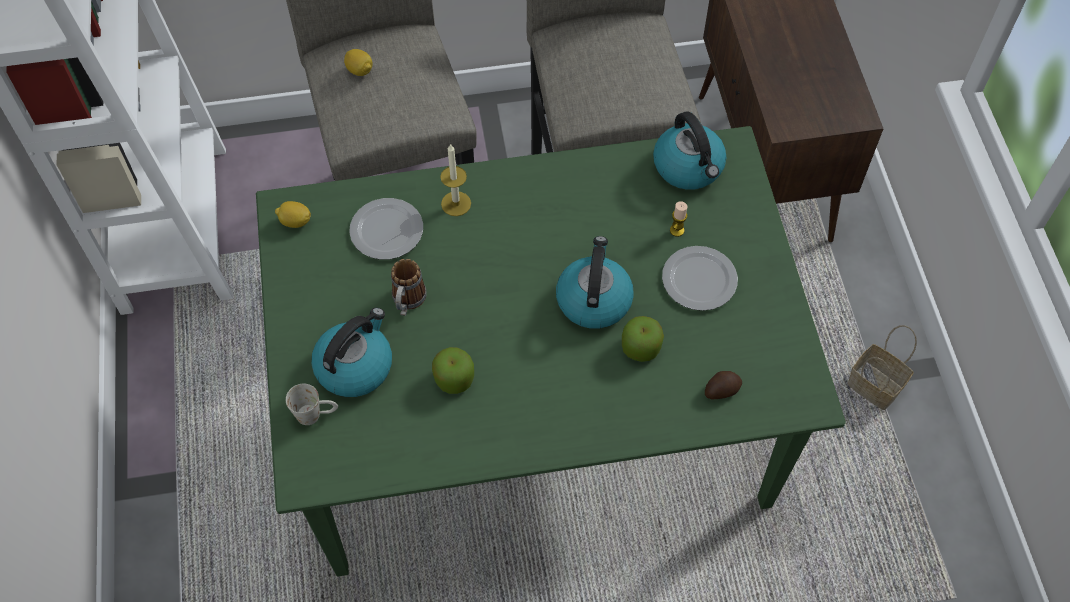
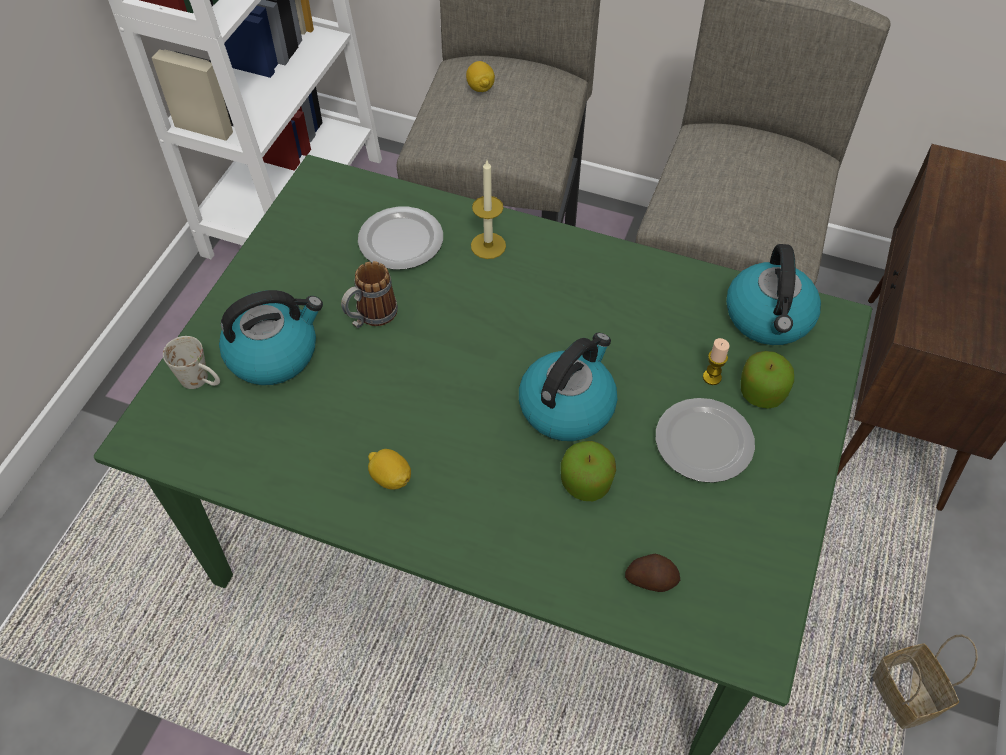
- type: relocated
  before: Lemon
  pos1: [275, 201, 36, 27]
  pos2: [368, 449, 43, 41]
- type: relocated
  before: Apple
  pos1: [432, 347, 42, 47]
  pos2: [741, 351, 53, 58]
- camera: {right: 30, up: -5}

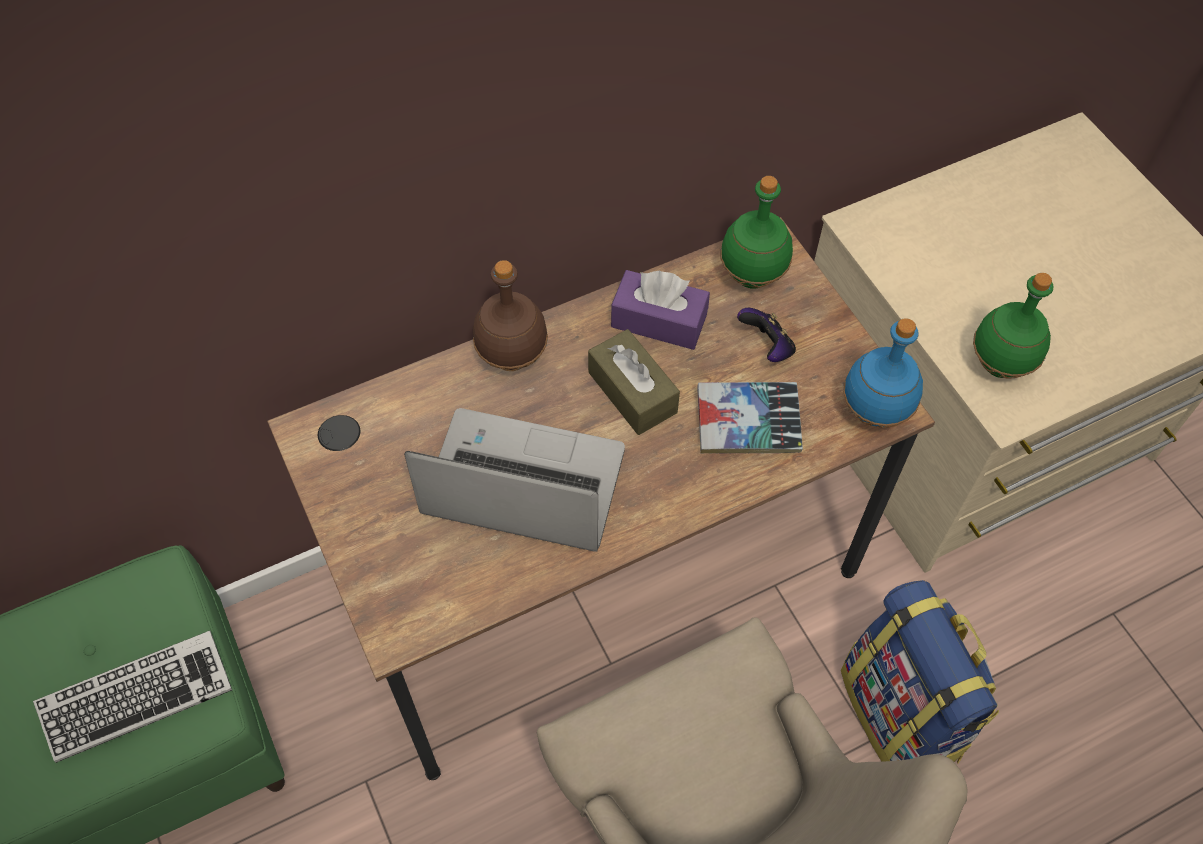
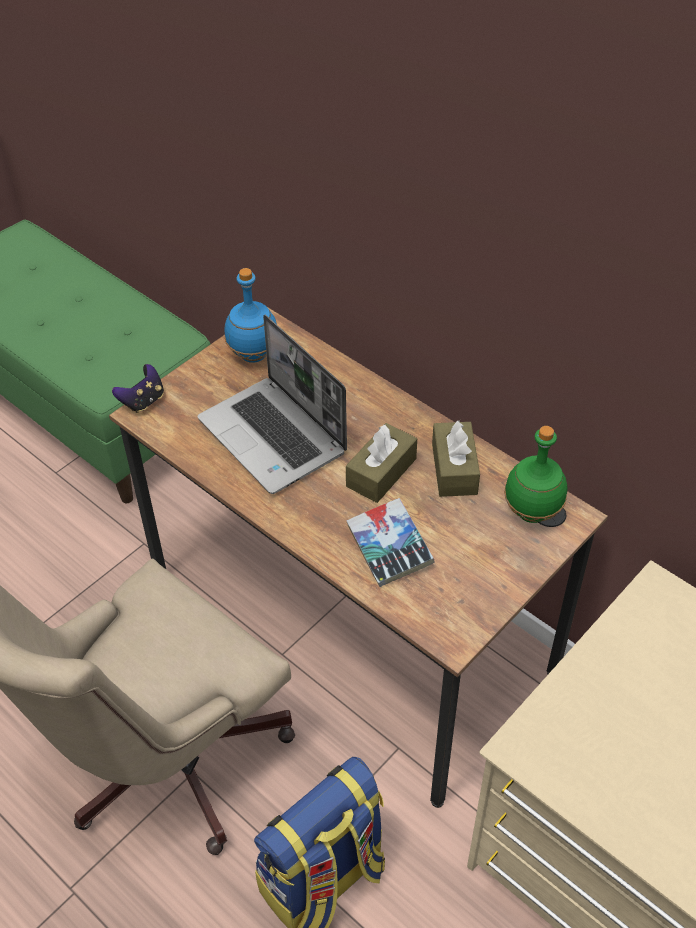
- type: missing
  before: ComputerKeyboard
  pos1: [33, 631, 199, 132]
- type: missing
  before: BrownColouredBeverageBottle
  pos1: [473, 260, 75, 111]
- type: missing
  before: GreenColouredBeverageBottle
  pos1: [973, 273, 80, 106]
- type: relocated
  before: GameController
  pos1: [737, 308, 59, 54]
  pos2: [112, 364, 52, 49]
- type: relocated
  before: BlueColouredBeverageBottle
  pos1: [843, 318, 80, 110]
  pos2: [224, 268, 53, 95]
- type: colour
  before: PurplishTissueBox
  after: BrownColouredTissueBox
  pos1: [611, 270, 99, 80]
  pos2: [432, 420, 48, 77]
- type: spun
  before: NotebookComputer
  pos1: [404, 408, 221, 144]
  pos2: [198, 315, 149, 179]
  turn: 150
- camera: {right: 70, up: -10}

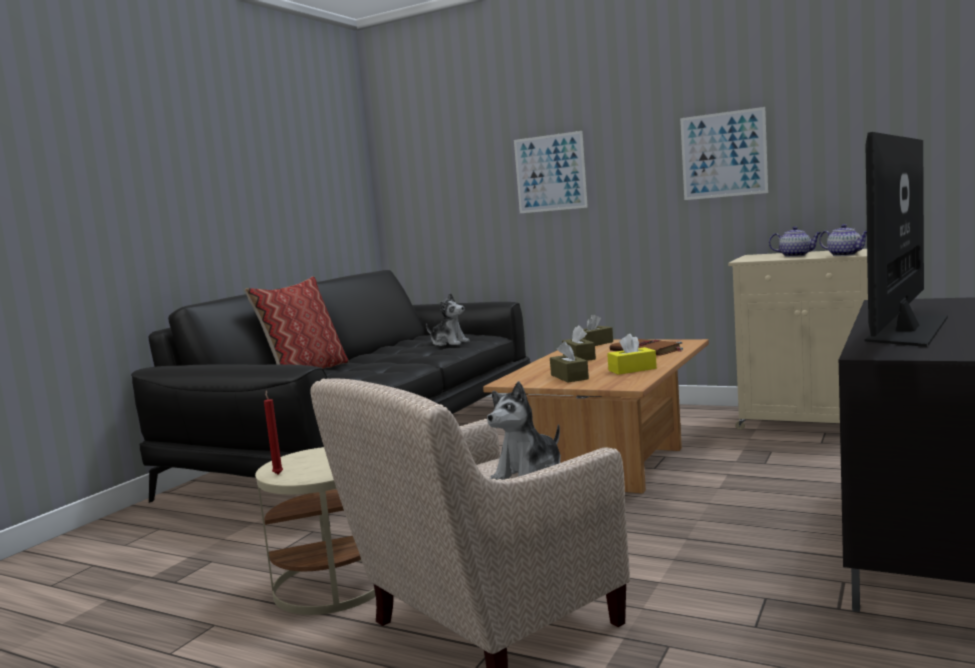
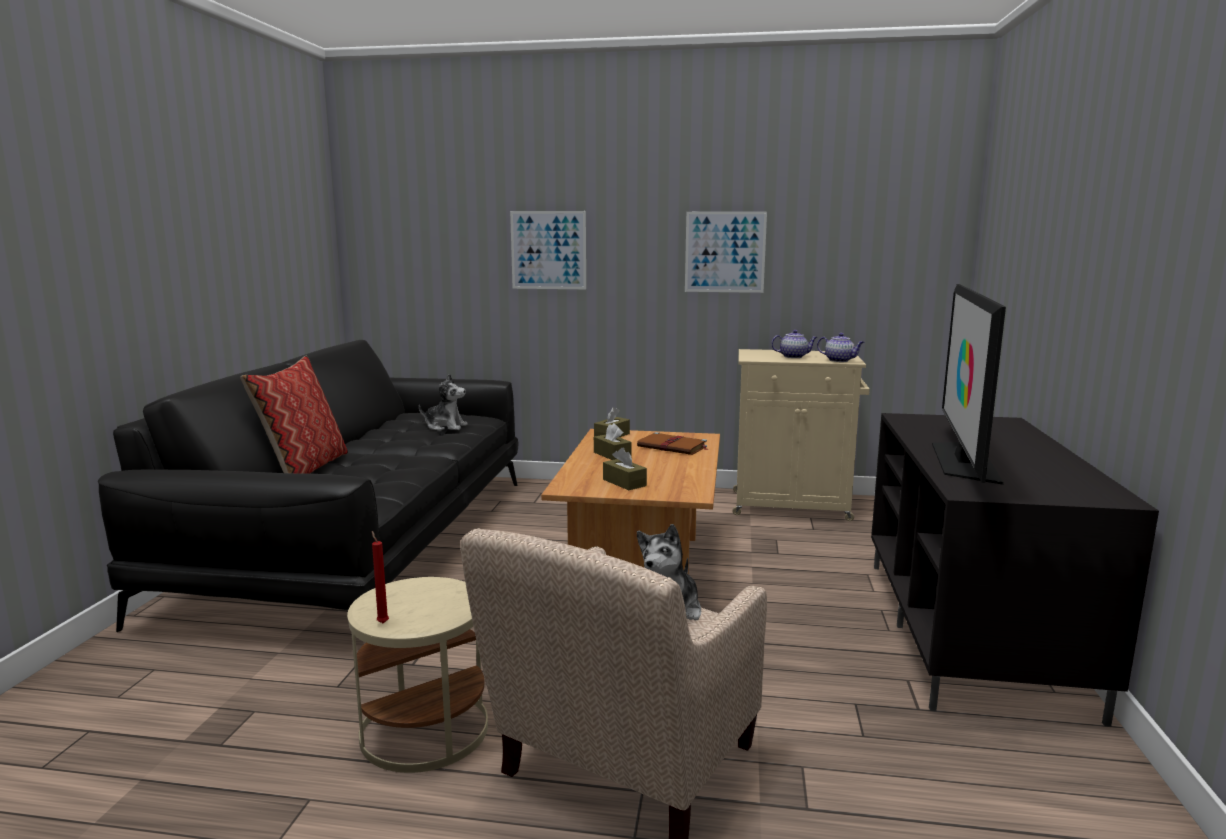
- type: missing
  before: YellowTissueBox
  pos1: [607, 334, 50, 41]
- camera: {right: -20, up: 5}

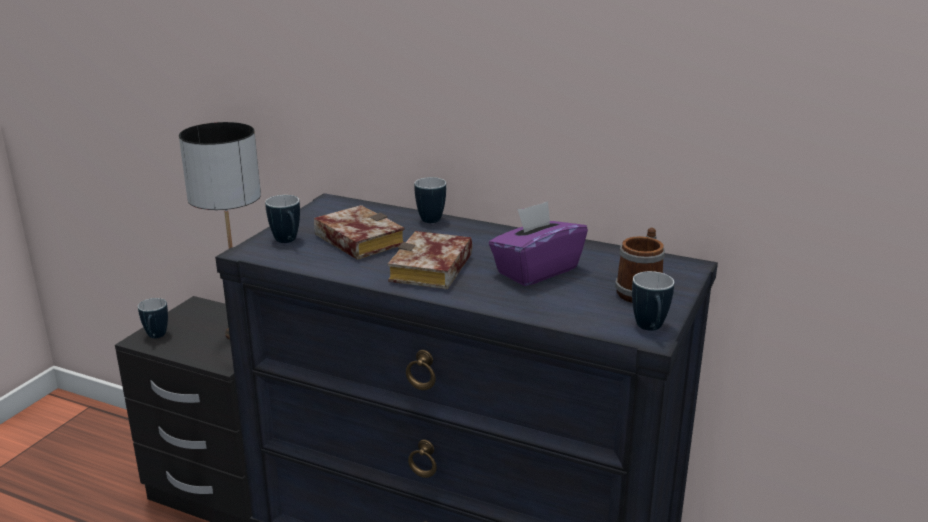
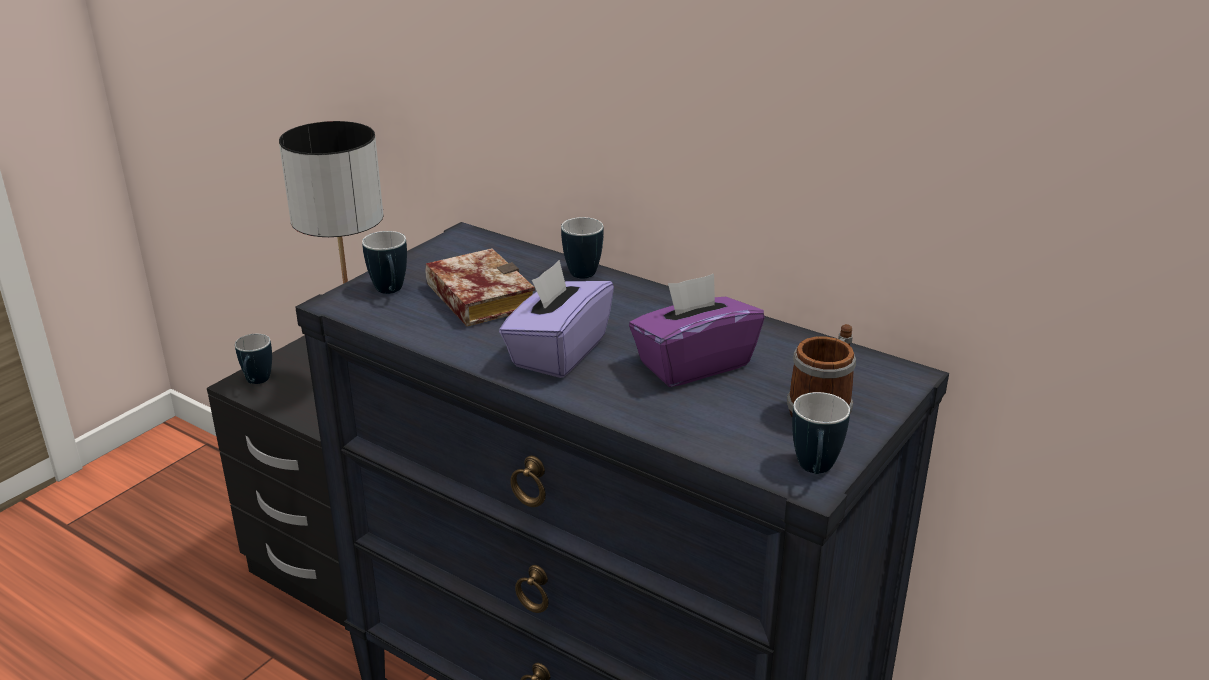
- type: exchanged
  before: Volume
  after: PurplishTissueBox
  pos1: [388, 231, 84, 58]
  pos2: [499, 260, 115, 118]
- camera: {right: 10, up: 5}

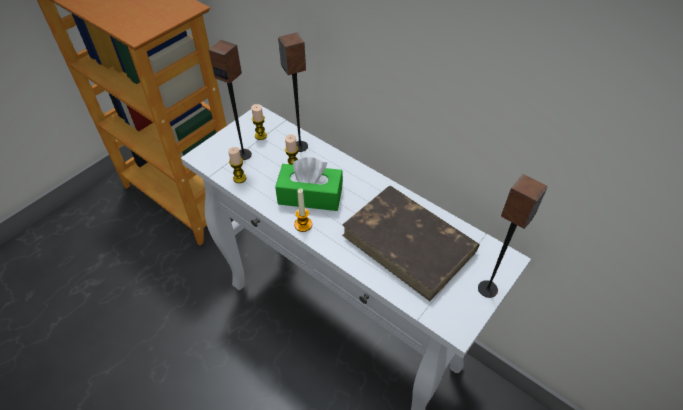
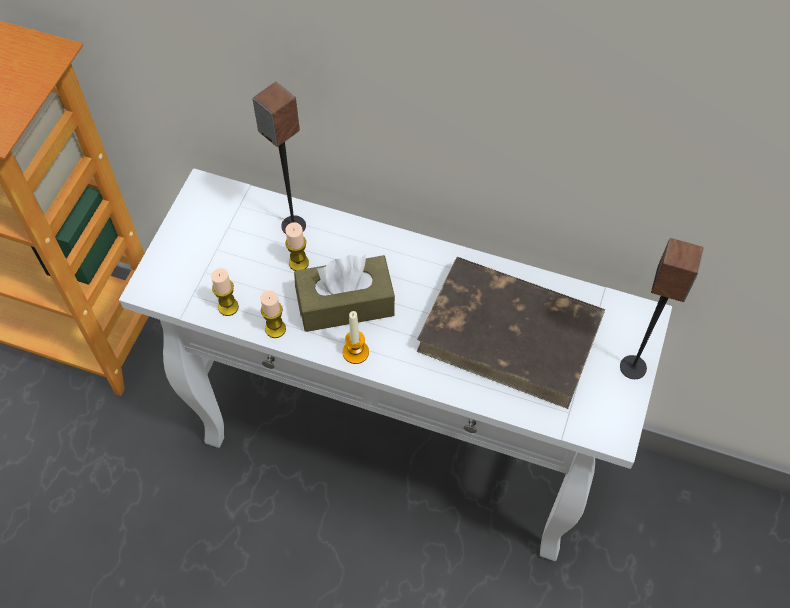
- type: missing
  before: Speaker
  pos1: [209, 40, 43, 120]
- type: relocated
  before: WaxLight
  pos1: [251, 104, 16, 36]
  pos2: [260, 291, 26, 47]
- type: colour
  before: GreenColouredTissueBox
  after: BrownColouredTissueBox
  pos1: [275, 157, 68, 54]
  pos2: [294, 254, 101, 78]
- camera: {right: -20, up: 10}

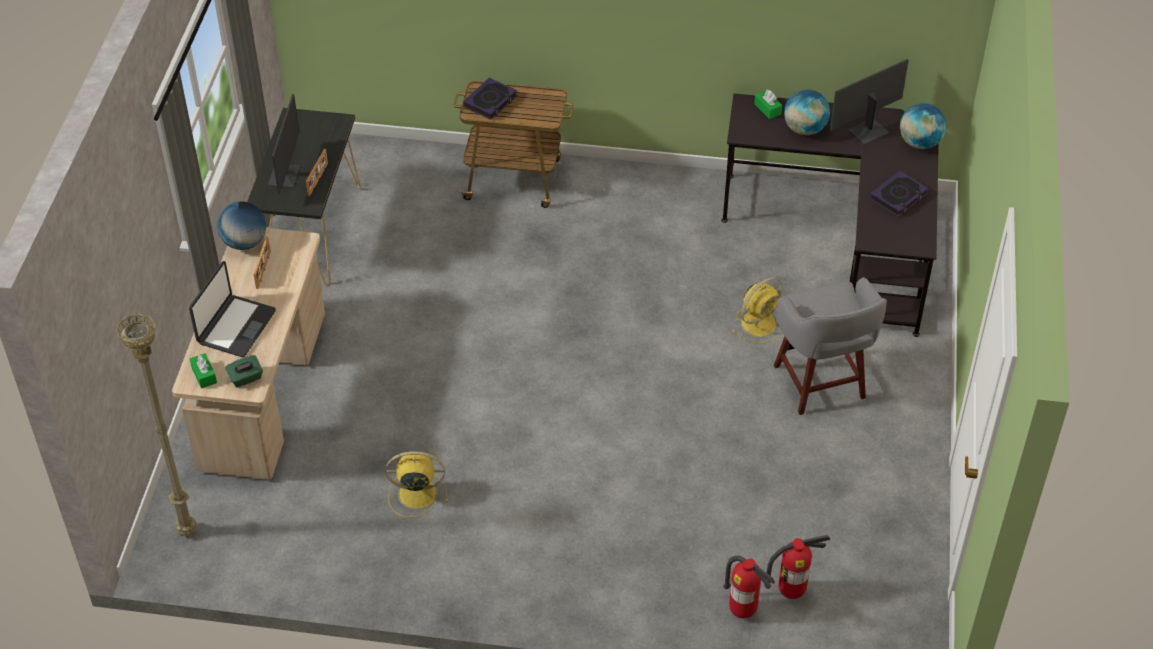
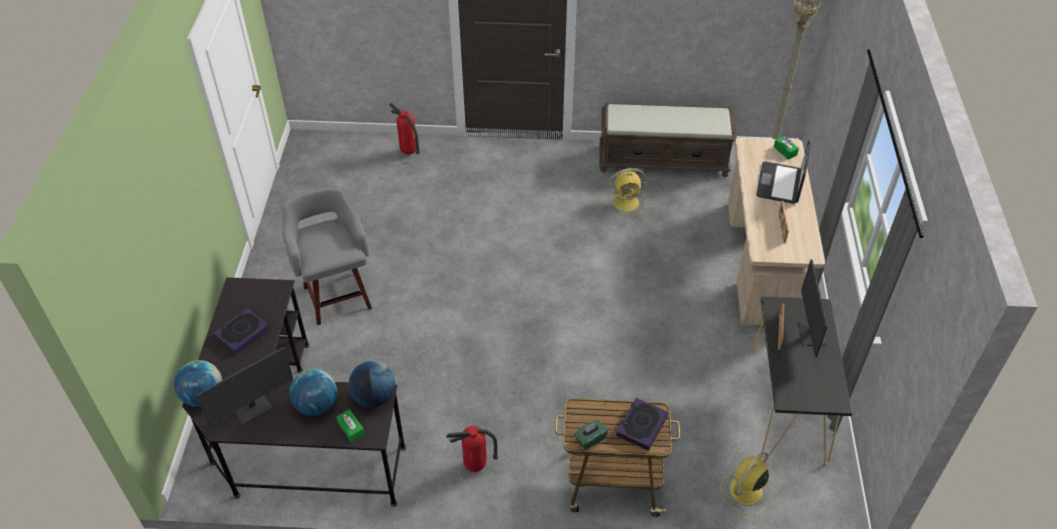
- type: appeared
  after: BrownColouredBench
  pos2: [599, 103, 138, 74]
- type: relocated
  before: DeskGlobe
  pos1: [217, 201, 49, 49]
  pos2: [348, 361, 47, 46]
- type: relocated
  before: GreenColouredTissueBox
  pos1: [225, 355, 38, 33]
  pos2: [574, 420, 34, 30]
- type: relocated
  before: YellowElectricFan
  pos1: [731, 277, 52, 66]
  pos2: [720, 451, 50, 64]
- type: relocated
  before: FireFightingCylinder
  pos1: [764, 535, 66, 64]
  pos2: [446, 426, 52, 46]
- camera: {right: 175, up: 0}

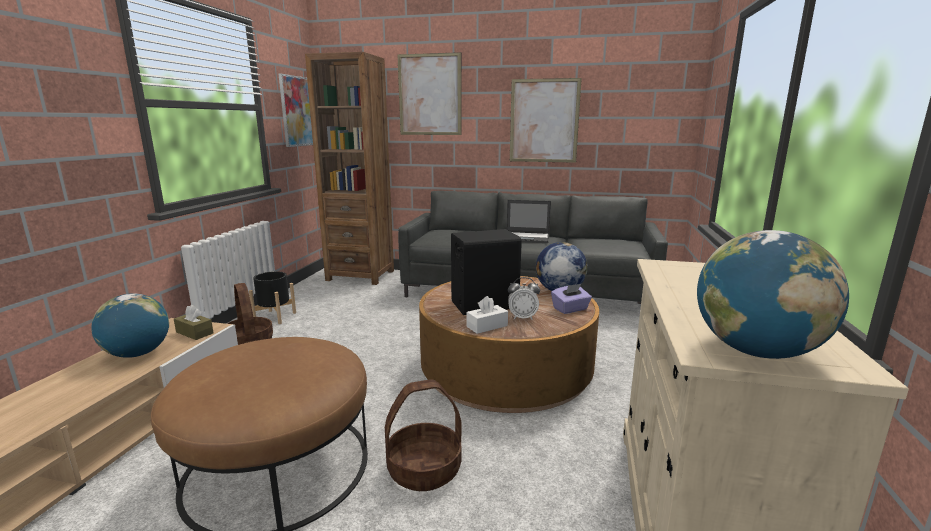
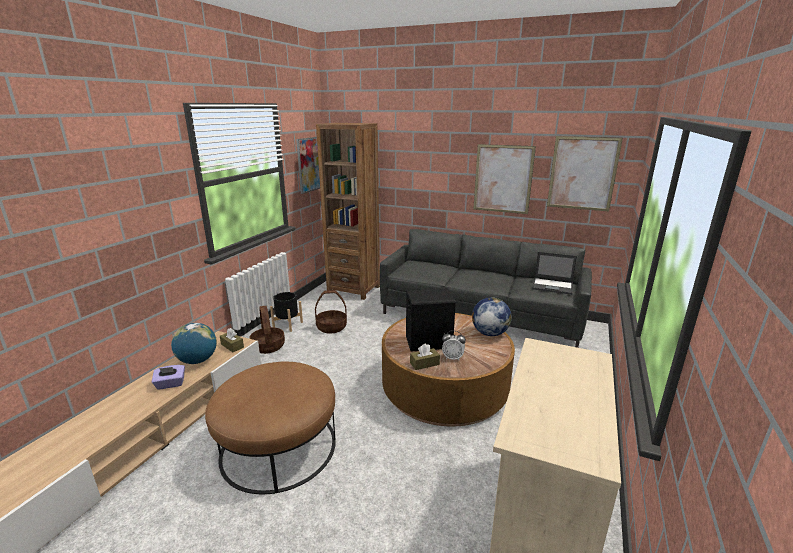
- type: missing
  before: DeskGlobe
  pos1: [697, 230, 152, 129]
- type: relocated
  before: HouseholdBasket
  pos1: [385, 379, 76, 112]
  pos2: [315, 290, 32, 44]
- type: relocated
  before: Picture
  pos1: [397, 52, 65, 83]
  pos2: [547, 136, 76, 75]
- type: relocated
  before: NotebookComputer
  pos1: [507, 200, 44, 43]
  pos2: [532, 252, 45, 43]
- type: relocated
  before: PurplishTissueBox
  pos1: [551, 284, 41, 30]
  pos2: [152, 365, 33, 25]
- type: colour
  before: WhiteColouredTissueBox
  after: BrownColouredTissueBox
  pos1: [467, 296, 41, 38]
  pos2: [410, 344, 30, 26]
- camera: {right: 10, up: 5}

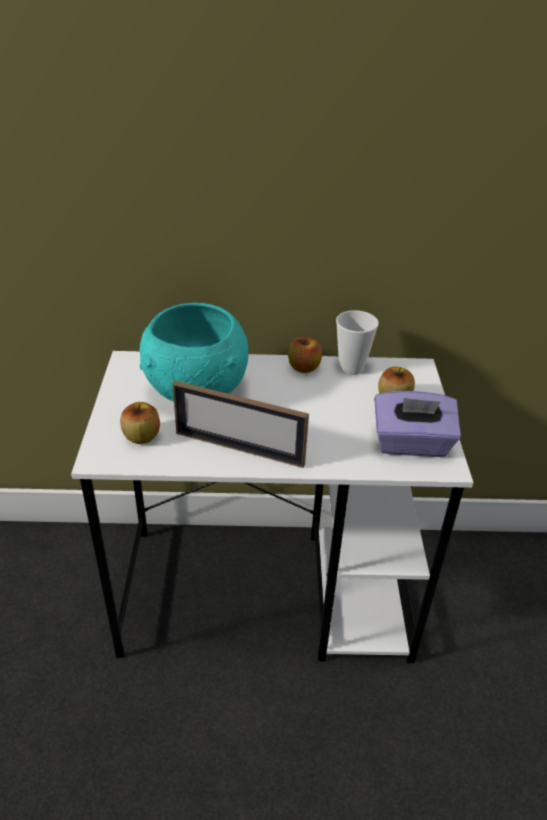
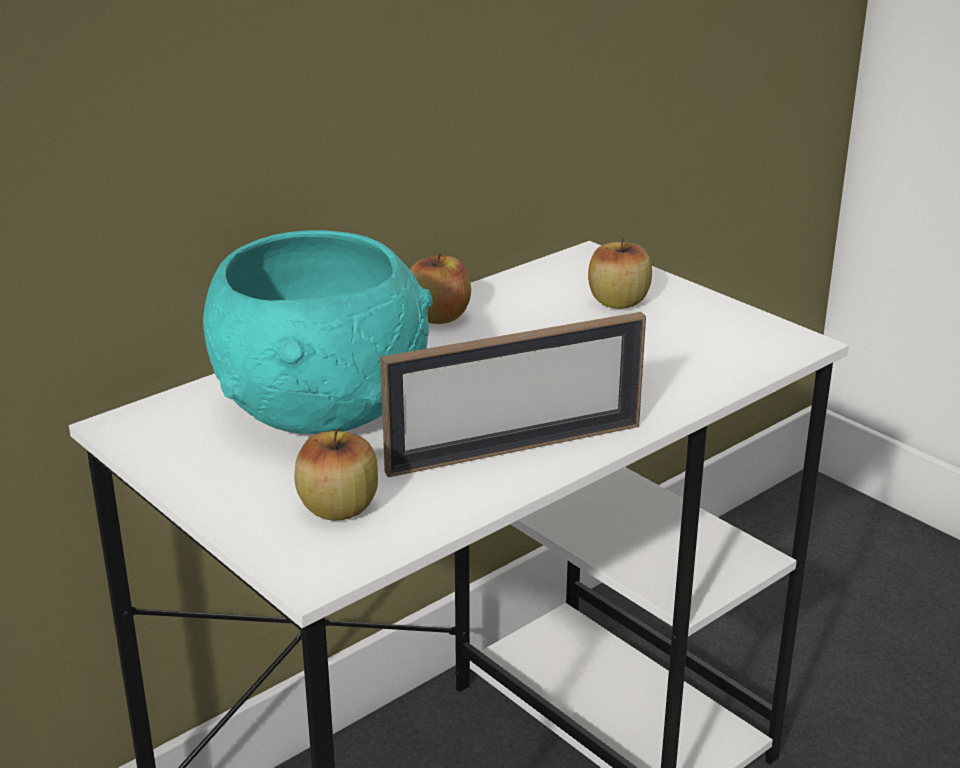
- type: missing
  before: DrinkingCup
  pos1: [336, 310, 43, 65]
- type: missing
  before: PurplishTissueBox
  pos1: [374, 391, 87, 66]
- camera: {right: -40, up: -10}

